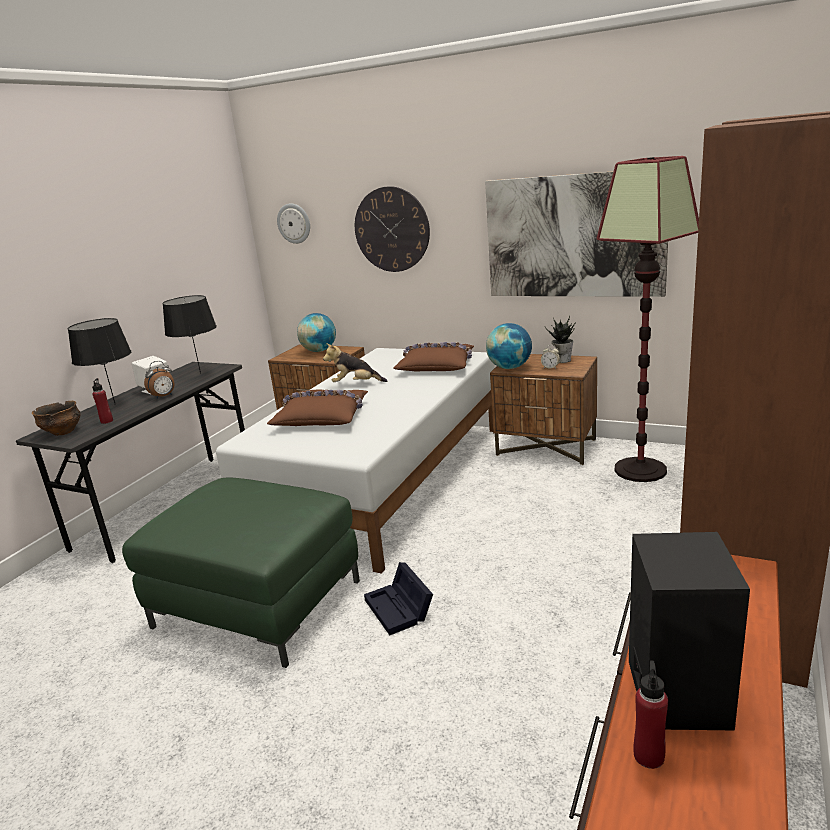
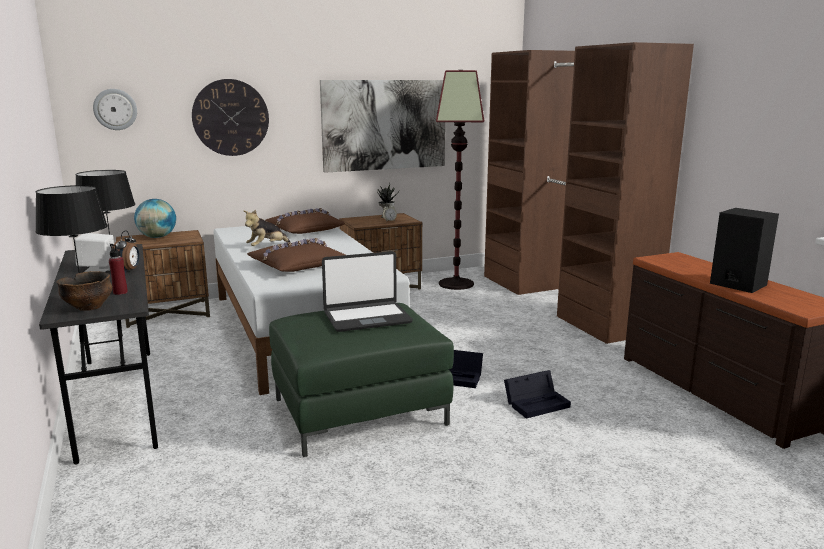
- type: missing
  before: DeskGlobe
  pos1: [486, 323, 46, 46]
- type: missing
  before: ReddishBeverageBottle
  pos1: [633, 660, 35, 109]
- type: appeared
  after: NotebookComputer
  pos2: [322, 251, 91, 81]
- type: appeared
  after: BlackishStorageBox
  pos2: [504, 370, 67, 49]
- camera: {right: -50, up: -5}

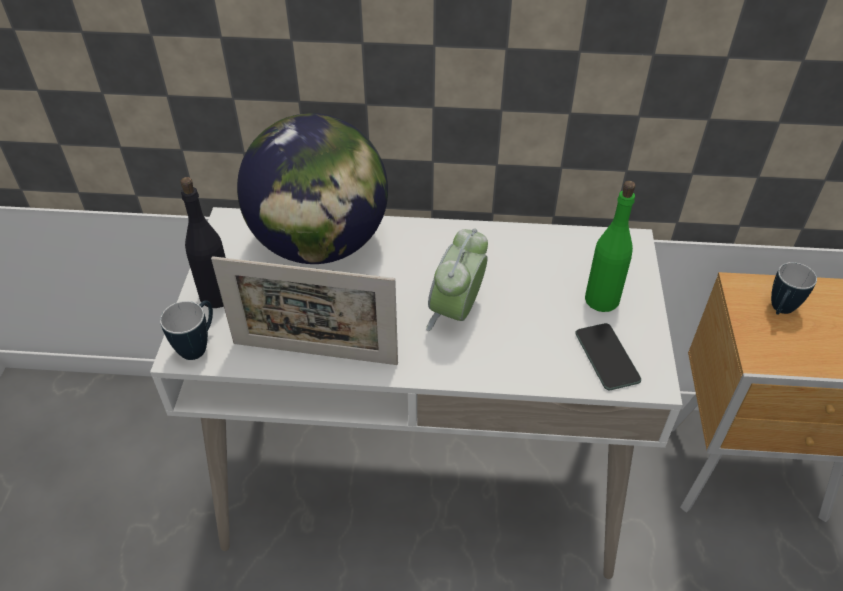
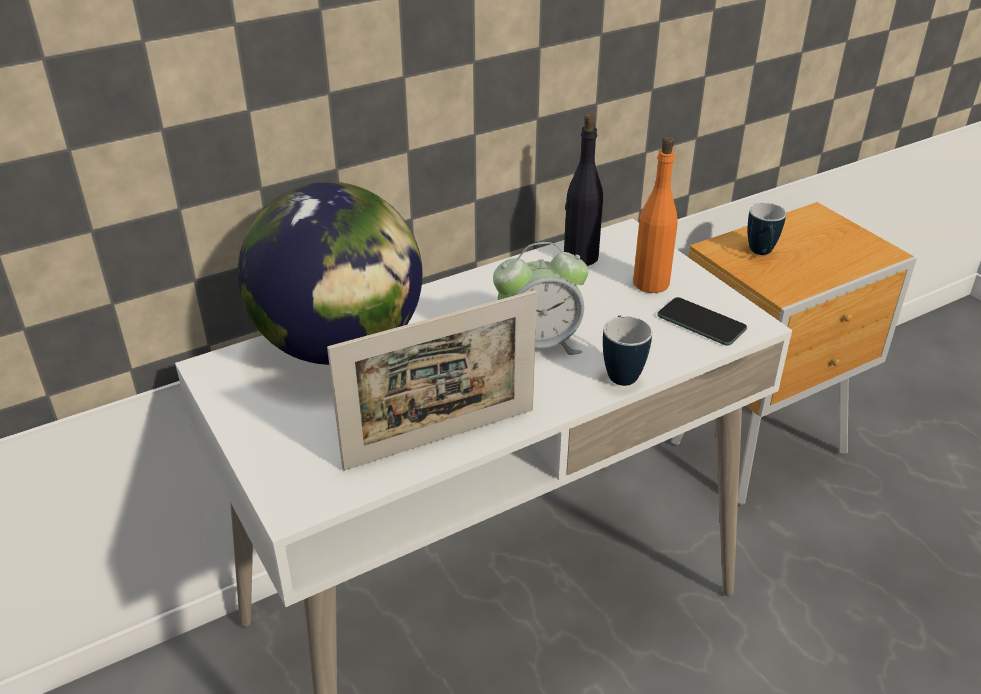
- type: relocated
  before: CoffeeMug
  pos1: [160, 300, 53, 60]
  pos2: [603, 316, 49, 70]
- type: relocated
  before: BlackishBeverageBottle
  pos1: [180, 177, 46, 131]
  pos2: [564, 114, 39, 152]
- type: colour
  before: GreenColouredBeverageBottle
  after: OrangeBeverageBottle
  pos1: [585, 181, 51, 131]
  pos2: [633, 137, 45, 156]
- type: spun
  before: AlarmClock
  pos1: [426, 228, 62, 103]
  pos2: [493, 242, 95, 113]
  turn: -90
- camera: {right: -35, up: -10}

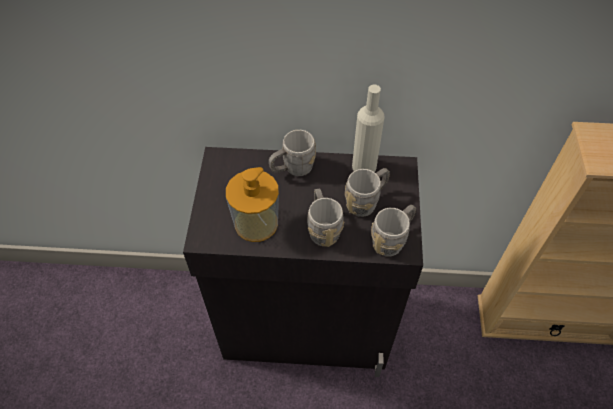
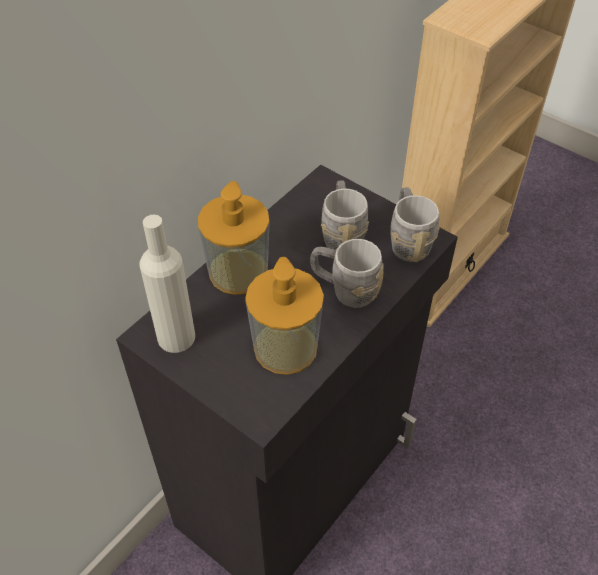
- type: relocated
  before: BeigeColouredBeverageBottle
  pos1: [352, 85, 33, 87]
  pos2: [139, 215, 56, 138]
- type: exchanged
  before: GrayCoffeeMug
  after: LiquidSoapBottle
  pos1: [269, 130, 47, 46]
  pos2: [198, 181, 72, 114]
- camera: {right: -55, up: -5}

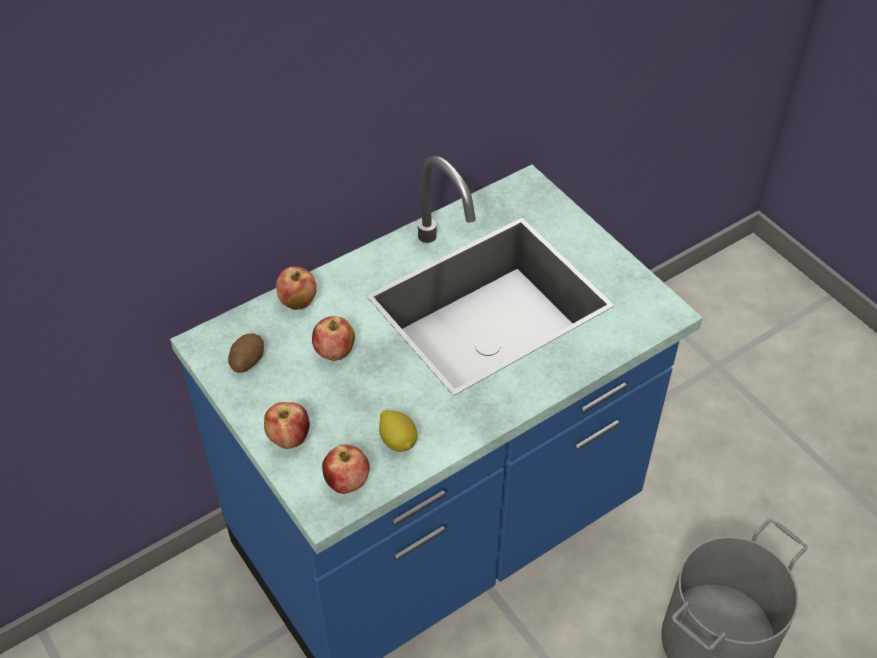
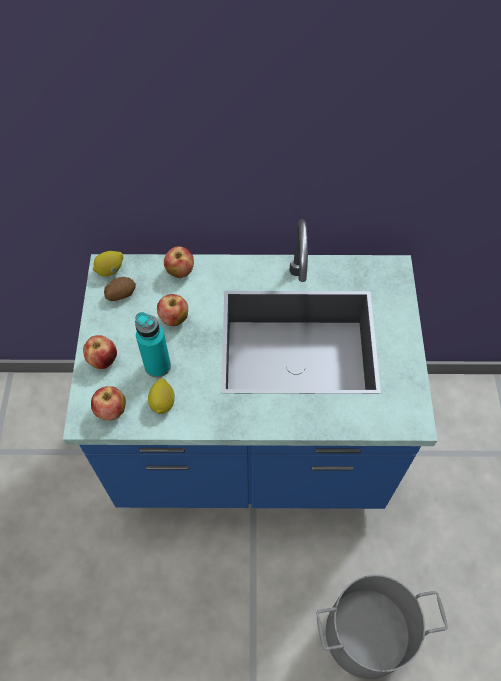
- type: appeared
  after: Lemon
  pos2: [93, 251, 31, 26]
- type: appeared
  after: BlueGreenBeverageBottle
  pos2: [135, 312, 36, 66]
- camera: {right: 35, up: 10}

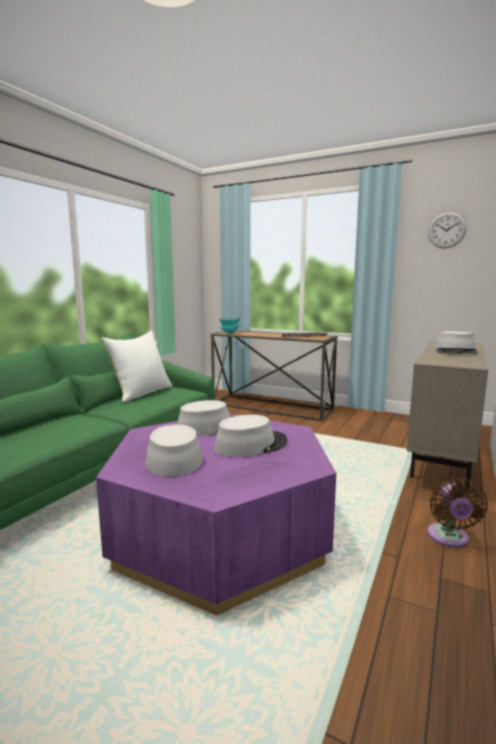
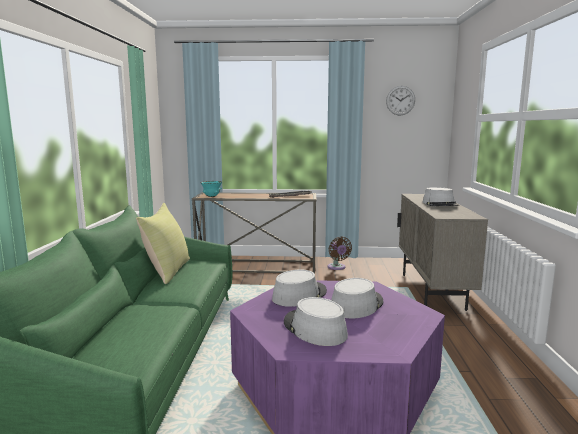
- type: relocated
  before: BrownColouredElectricFan
  pos1: [427, 479, 61, 69]
  pos2: [327, 236, 25, 34]
- type: colour
  before: WhiteColouredThrowPillow
  after: YellowThrowPillow
  pos1: [102, 330, 71, 72]
  pos2: [136, 203, 54, 81]
- camera: {right: -25, up: 0}

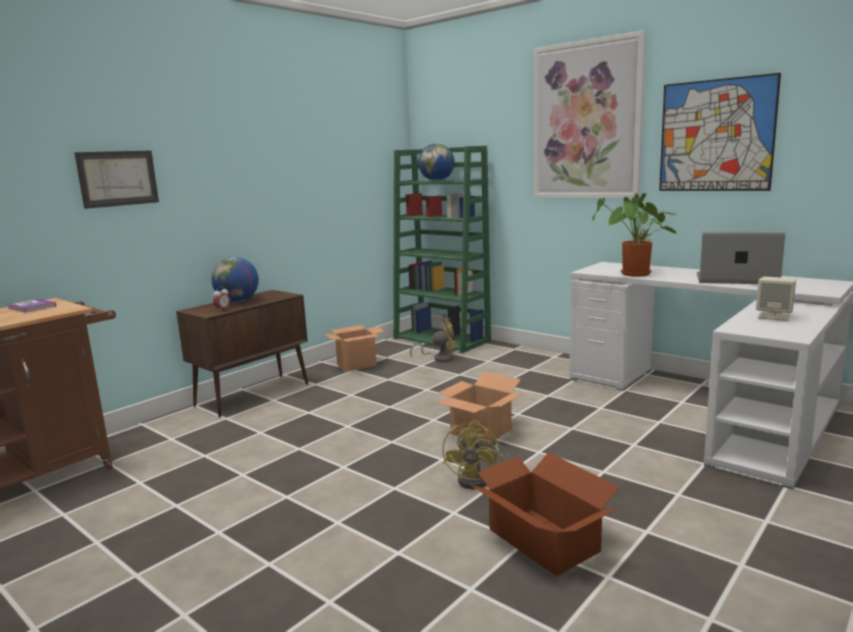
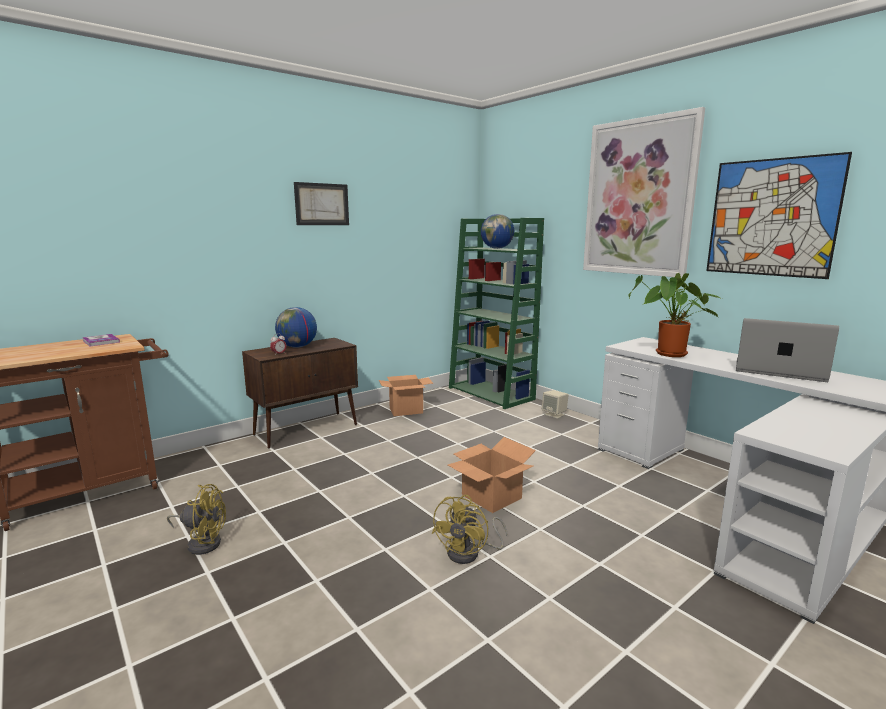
- type: missing
  before: Carton
  pos1: [469, 452, 151, 124]
- type: relocated
  before: Picture
  pos1: [74, 151, 85, 58]
  pos2: [294, 182, 55, 43]
- type: relocated
  before: YellowElectricFan
  pos1: [410, 318, 47, 44]
  pos2: [167, 484, 59, 71]
- type: relocated
  before: BeigeColouredSpeaker
  pos1: [756, 277, 40, 44]
  pos2: [542, 390, 27, 29]
- camera: {right: 10, up: 0}

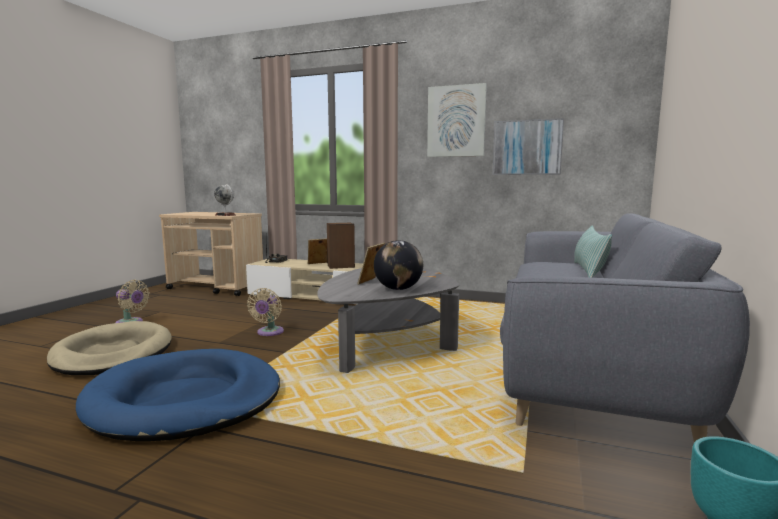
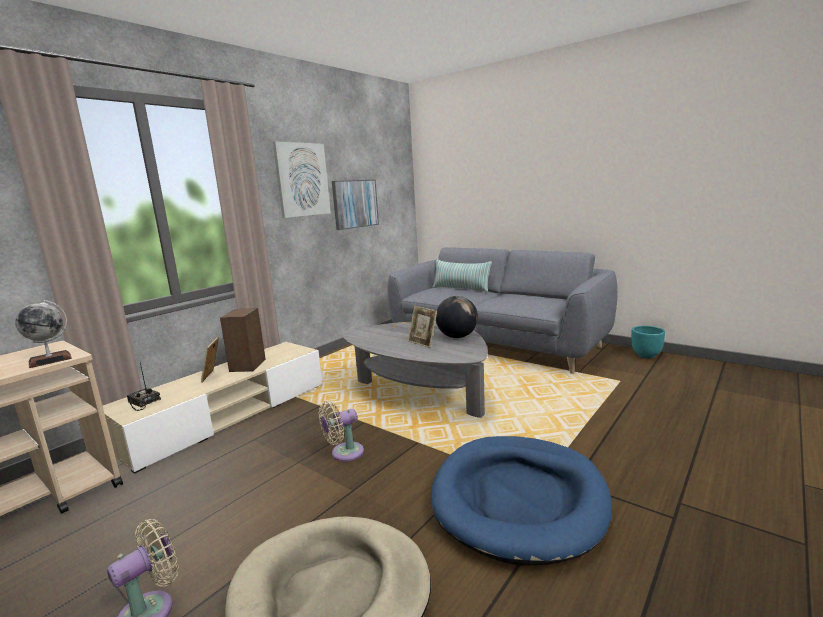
- type: spun
  before: BeigeColouredElectricFan
  pos1: [247, 288, 37, 48]
  pos2: [319, 401, 45, 61]
  turn: 120
- camera: {right: -70, up: 5}

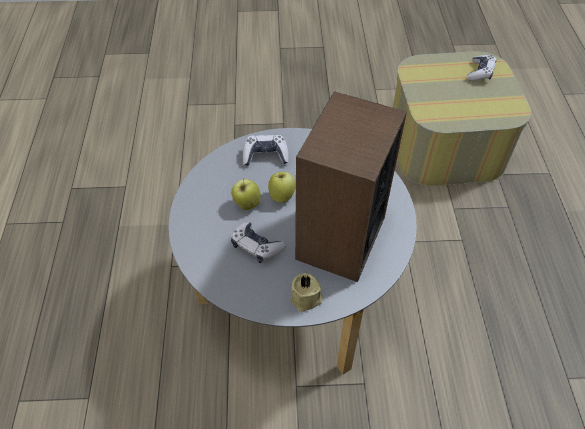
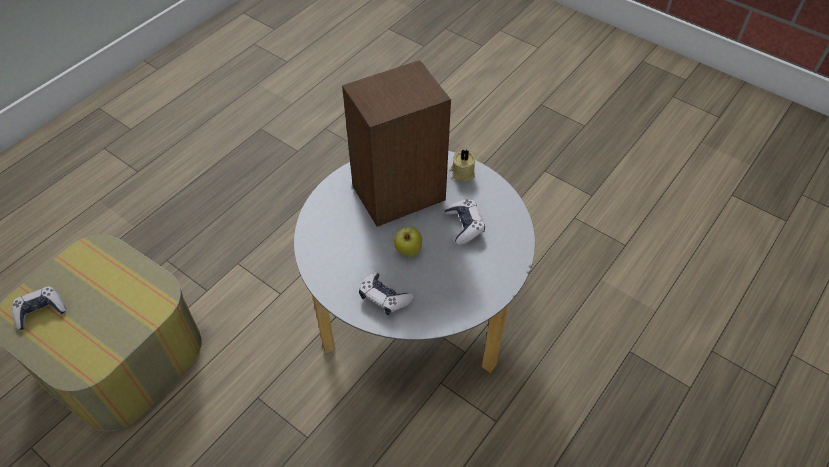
- type: missing
  before: Apple
  pos1: [231, 179, 30, 31]
- camera: {right: -140, up: 0}

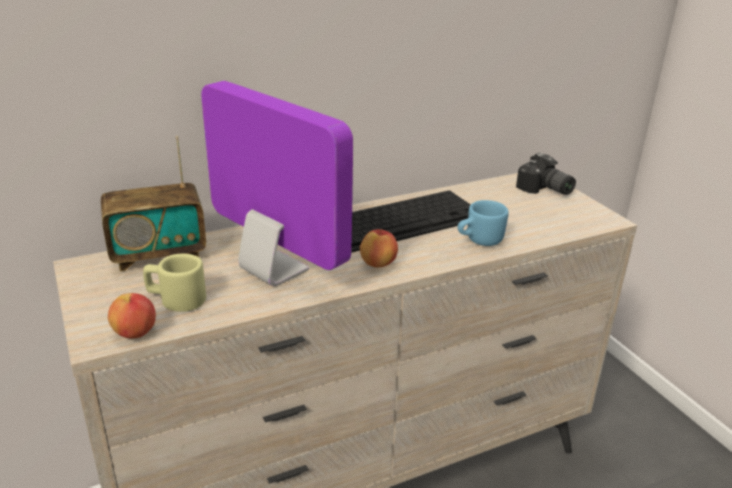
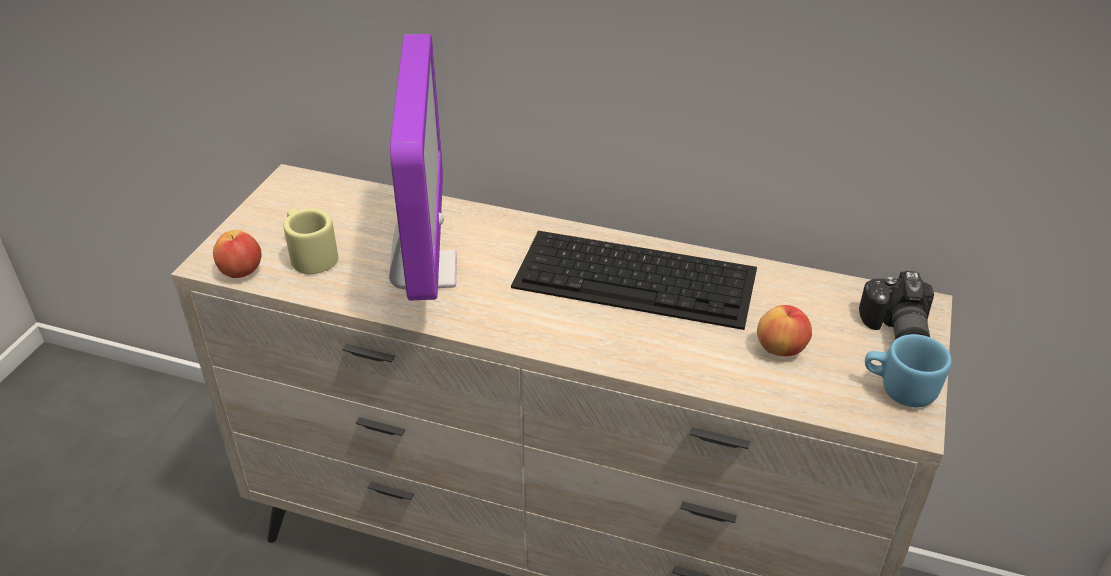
- type: missing
  before: RadioReceiver
  pos1: [101, 136, 105, 135]
- type: relocated
  before: Apple
  pos1: [360, 229, 38, 39]
  pos2: [757, 305, 55, 51]
- type: relocated
  before: BlueColouredCoffeeMug
  pos1: [458, 200, 51, 46]
  pos2: [865, 334, 87, 73]
- camera: {right: 45, up: 10}

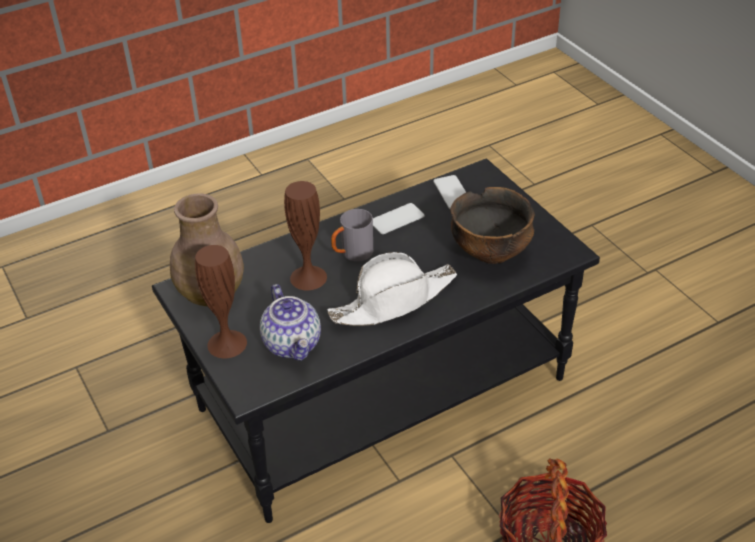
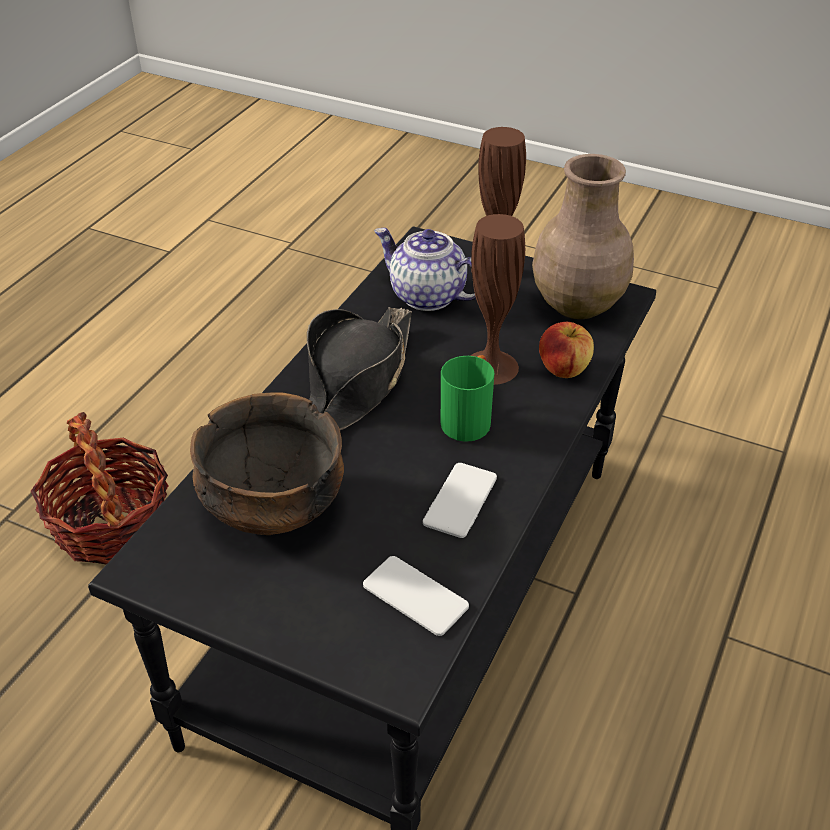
- type: appeared
  after: Apple
  pos2: [539, 322, 55, 56]
- type: colour
  before: WhiteColouredWearableHat
  after: BlackishWearableHat
  pos1: [328, 252, 129, 74]
  pos2: [307, 307, 105, 123]
- type: colour
  before: GrayCoffeeMug
  after: GreenColouredCoffeeMug
  pos1: [331, 209, 42, 52]
  pos2: [441, 355, 53, 87]
- camera: {right: 145, up: 0}

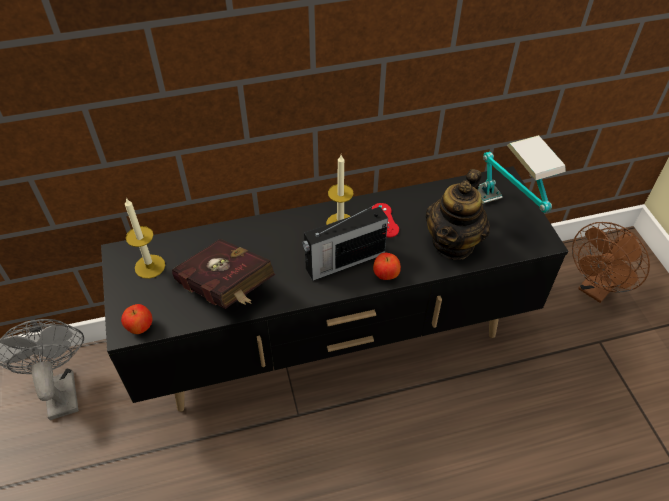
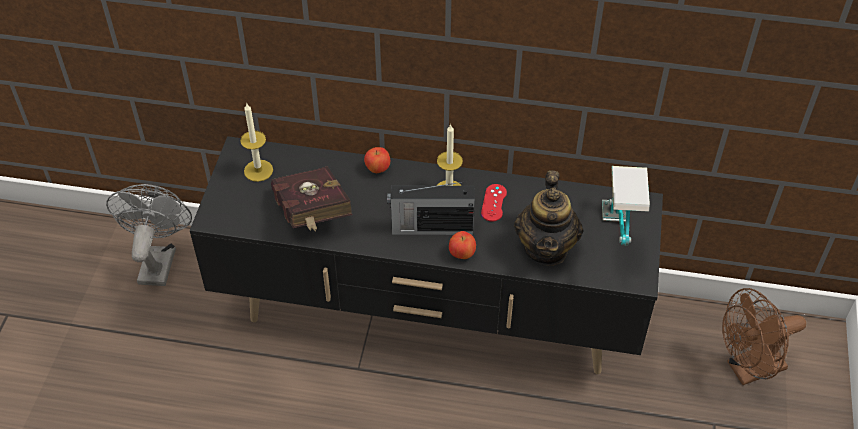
- type: relocated
  before: Apple
  pos1: [121, 304, 31, 30]
  pos2: [364, 147, 26, 26]
- type: spun
  before: Teapot
  pos1: [426, 169, 64, 91]
  pos2: [514, 170, 69, 96]
  turn: -45
- camera: {right: 25, up: 0}

